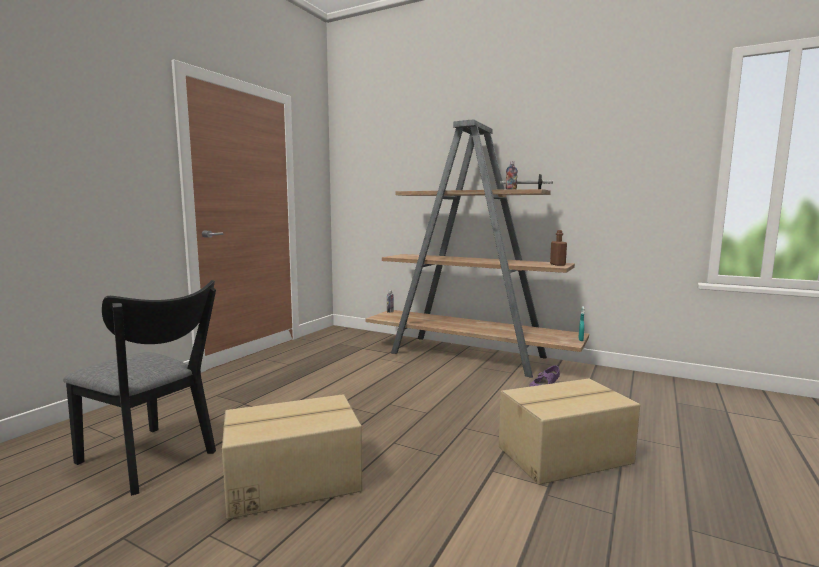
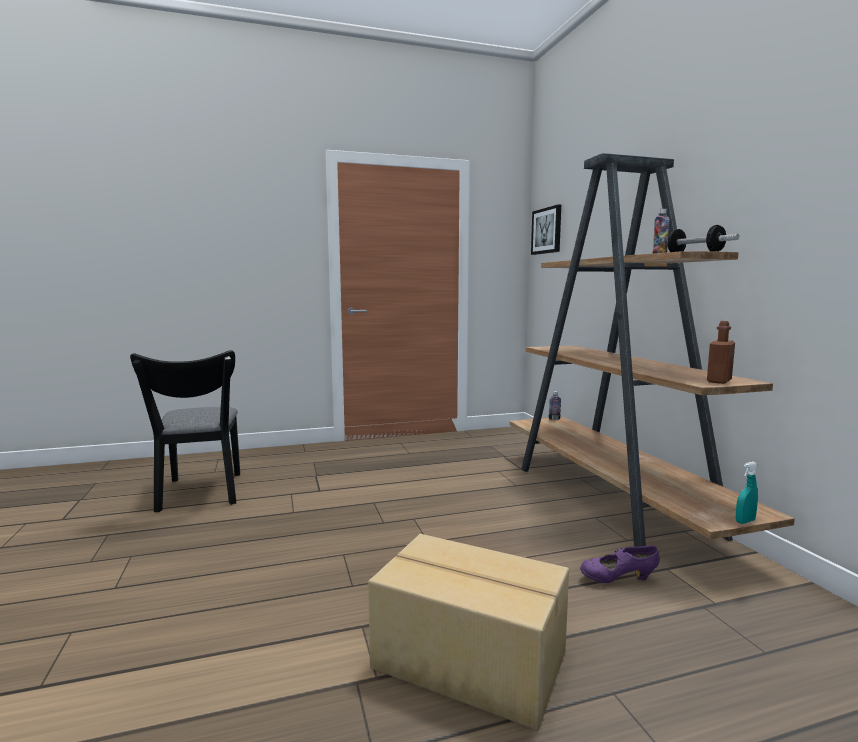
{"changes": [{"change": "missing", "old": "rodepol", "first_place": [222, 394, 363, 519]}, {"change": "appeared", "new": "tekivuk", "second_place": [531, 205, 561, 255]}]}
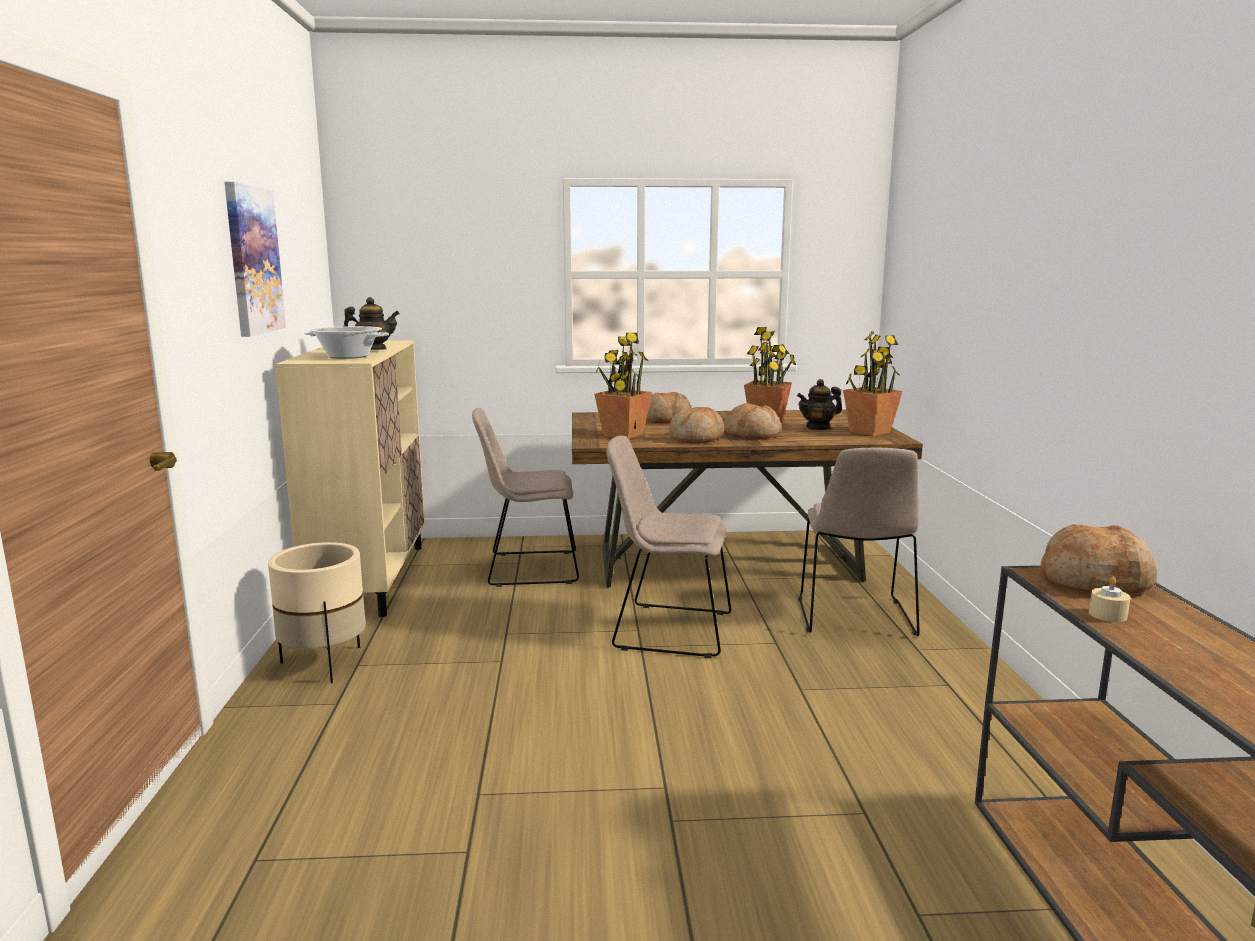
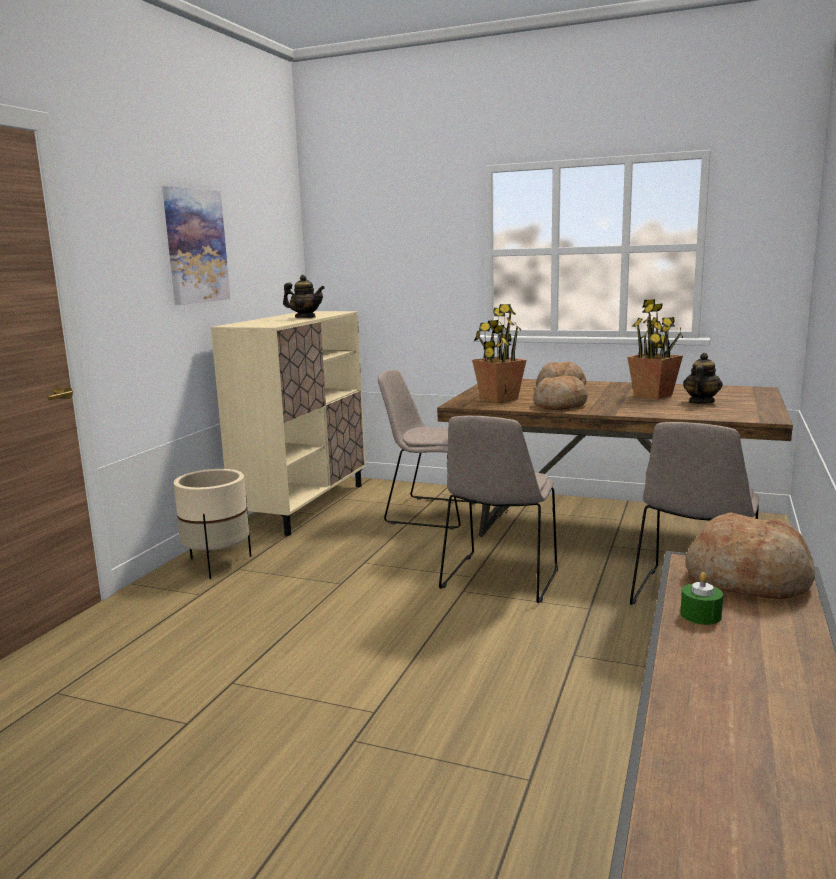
{"changes": [{"change": "missing", "old": "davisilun", "first_place": [304, 326, 389, 359]}, {"change": "missing", "old": "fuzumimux", "first_place": [843, 331, 903, 436]}, {"change": "spun", "old": "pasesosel", "first_place": [797, 379, 842, 430], "second_place": [683, 353, 723, 404], "degrees": 120}, {"change": "missing", "old": "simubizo", "first_place": [724, 403, 782, 439]}, {"change": "spun", "old": "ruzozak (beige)", "first_place": [606, 436, 731, 658], "second_place": [439, 416, 558, 603], "degrees": -105}, {"change": "colour", "old": "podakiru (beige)", "new": "podakiru (green)", "first_place": [1089, 577, 1131, 622], "second_place": [680, 572, 723, 625]}]}
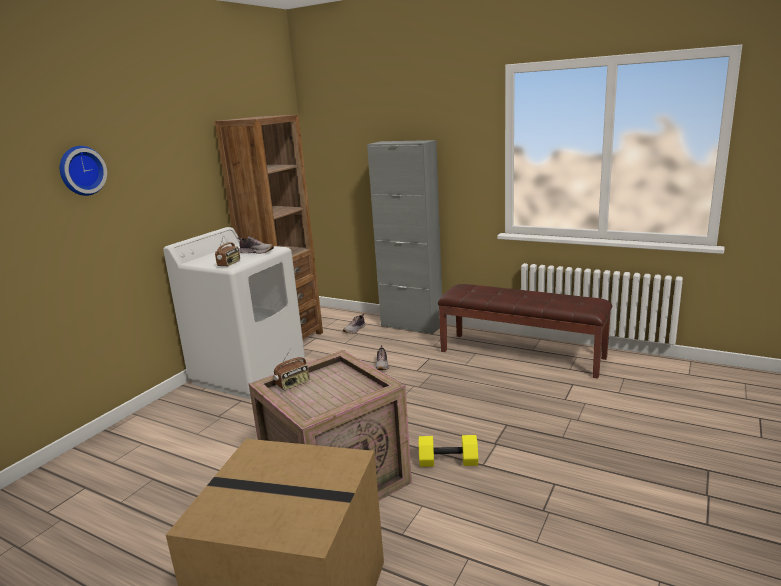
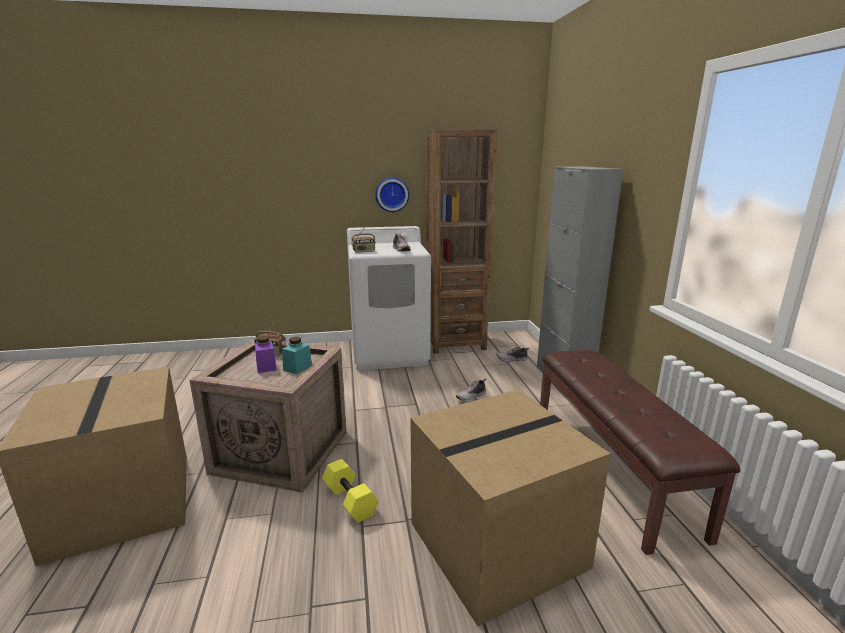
{"changes": [{"change": "relocated", "old": "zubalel", "first_place": [60, 146, 107, 196], "second_place": [375, 177, 409, 212]}, {"change": "appeared", "new": "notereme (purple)", "second_place": [255, 336, 277, 373]}, {"change": "appeared", "new": "notereme (turquoise)", "second_place": [282, 337, 312, 374]}, {"change": "appeared", "new": "rodepol", "second_place": [411, 390, 611, 626]}]}
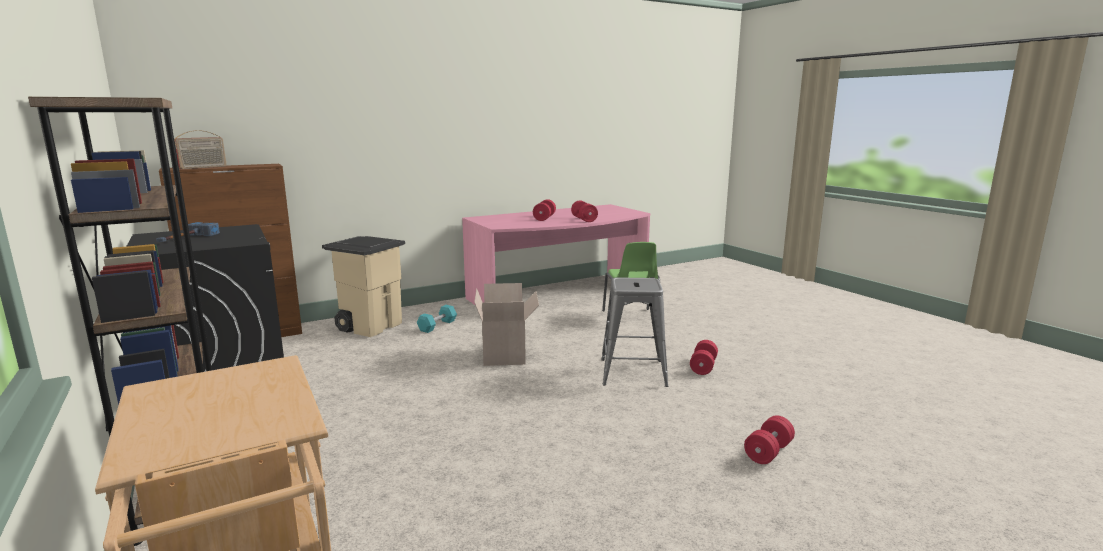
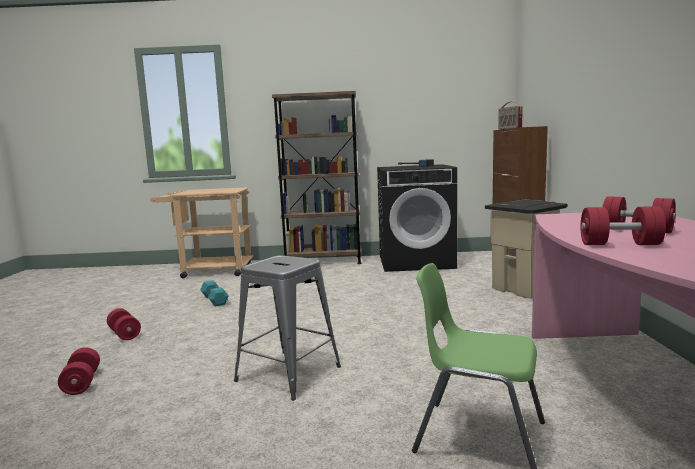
{"changes": [{"change": "missing", "old": "rodepol", "first_place": [474, 283, 539, 366]}, {"change": "relocated", "old": "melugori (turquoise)", "first_place": [417, 305, 457, 333], "second_place": [200, 280, 229, 307]}, {"change": "relocated", "old": "melugori (red)", "first_place": [690, 340, 718, 375], "second_place": [107, 308, 141, 340]}]}
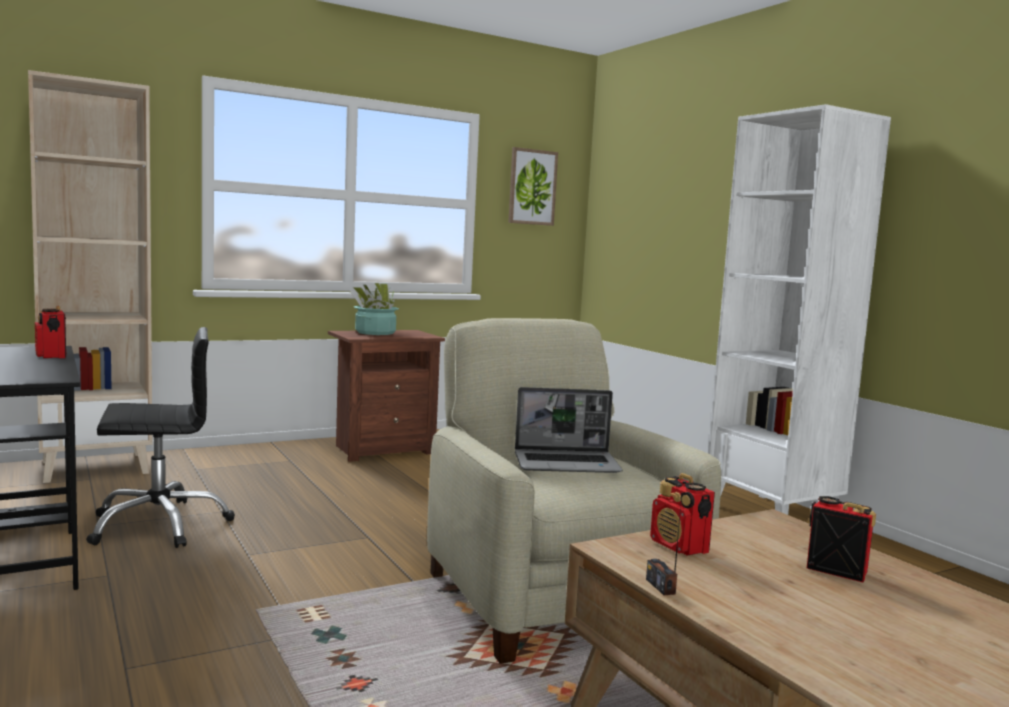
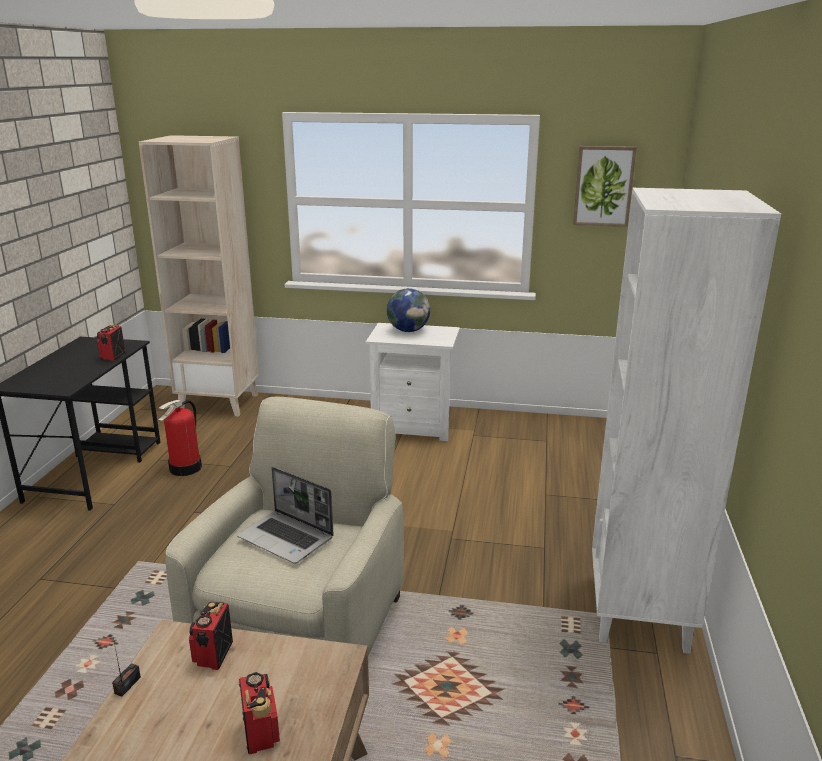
{"changes": [{"change": "exchanged", "old": "fuzumimux", "new": "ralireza", "first_place": [349, 283, 399, 335], "second_place": [387, 288, 430, 332]}, {"change": "exchanged", "old": "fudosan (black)", "new": "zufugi", "first_place": [86, 327, 235, 548], "second_place": [159, 400, 202, 476]}, {"change": "colour", "old": "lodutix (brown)", "new": "lodutix (white)", "first_place": [328, 330, 445, 462], "second_place": [366, 323, 460, 441]}]}
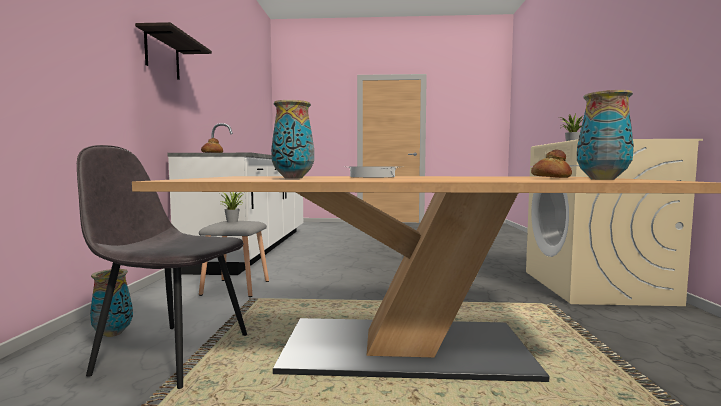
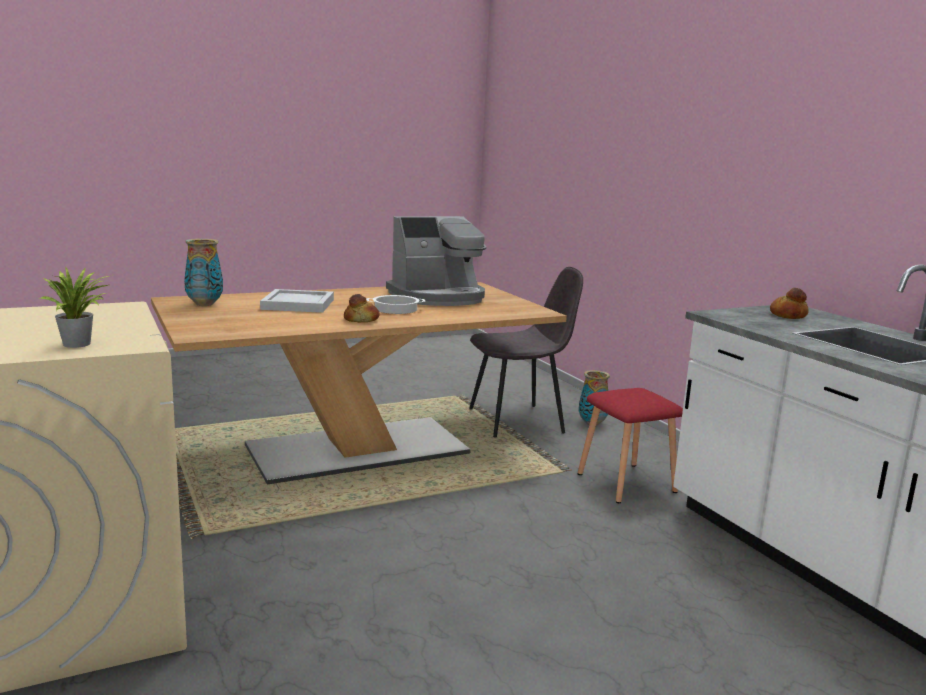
{"changes": [{"change": "missing", "old": "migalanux", "first_place": [135, 22, 212, 80]}, {"change": "exchanged", "old": "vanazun", "new": "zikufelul", "first_place": [271, 100, 314, 178], "second_place": [386, 216, 487, 306]}, {"change": "relocated", "old": "simubizo", "first_place": [531, 150, 572, 178], "second_place": [344, 294, 380, 322]}, {"change": "missing", "old": "fuzumimux", "first_place": [218, 192, 244, 222]}, {"change": "colour", "old": "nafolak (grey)", "new": "nafolak (red)", "first_place": [199, 221, 269, 297], "second_place": [578, 388, 683, 503]}, {"change": "appeared", "new": "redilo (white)", "second_place": [260, 289, 334, 313]}]}
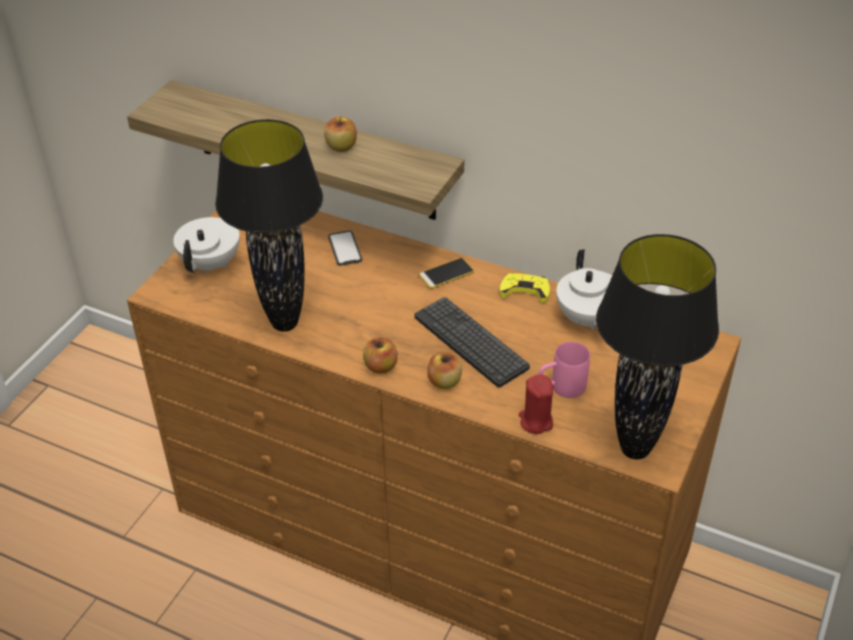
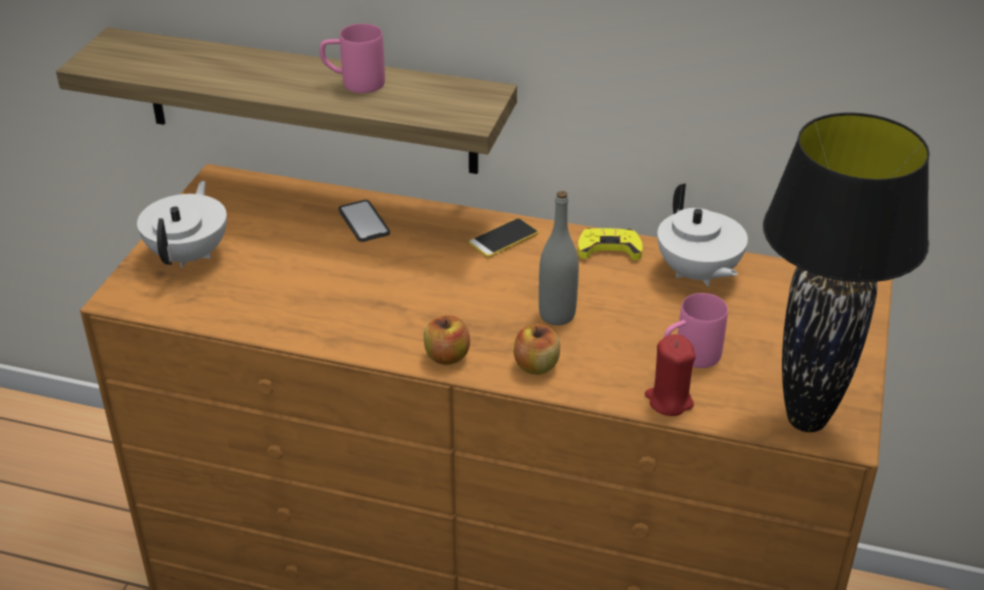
{"changes": [{"change": "exchanged", "old": "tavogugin", "new": "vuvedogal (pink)", "first_place": [324, 117, 357, 152], "second_place": [320, 24, 385, 93]}, {"change": "missing", "old": "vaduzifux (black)", "first_place": [215, 119, 323, 332]}, {"change": "exchanged", "old": "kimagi", "new": "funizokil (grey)", "first_place": [415, 297, 530, 388], "second_place": [539, 191, 579, 325]}]}
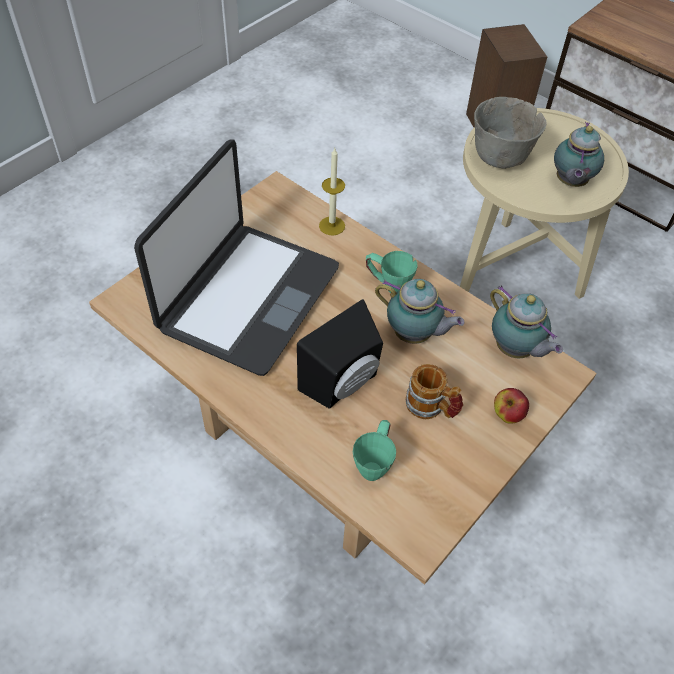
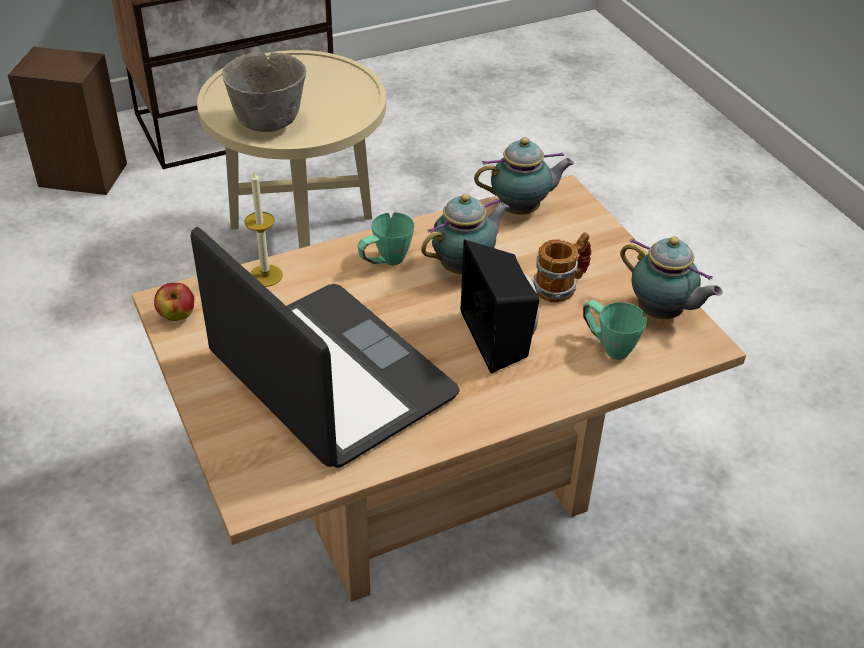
{"changes": [{"change": "relocated", "old": "pasesosel", "first_place": [554, 122, 604, 187], "second_place": [620, 237, 723, 319]}, {"change": "relocated", "old": "tavogugin", "first_place": [494, 388, 529, 424], "second_place": [154, 283, 194, 321]}]}
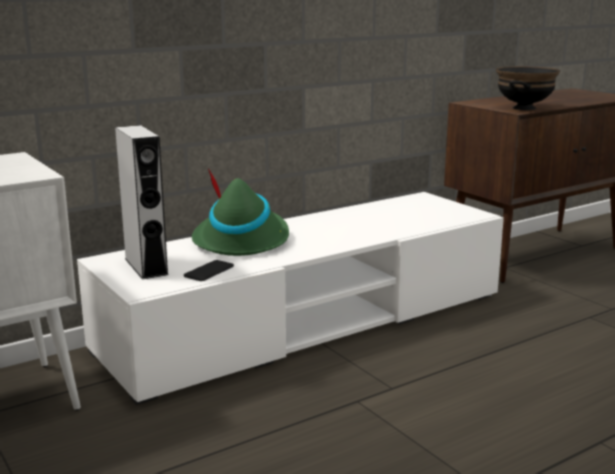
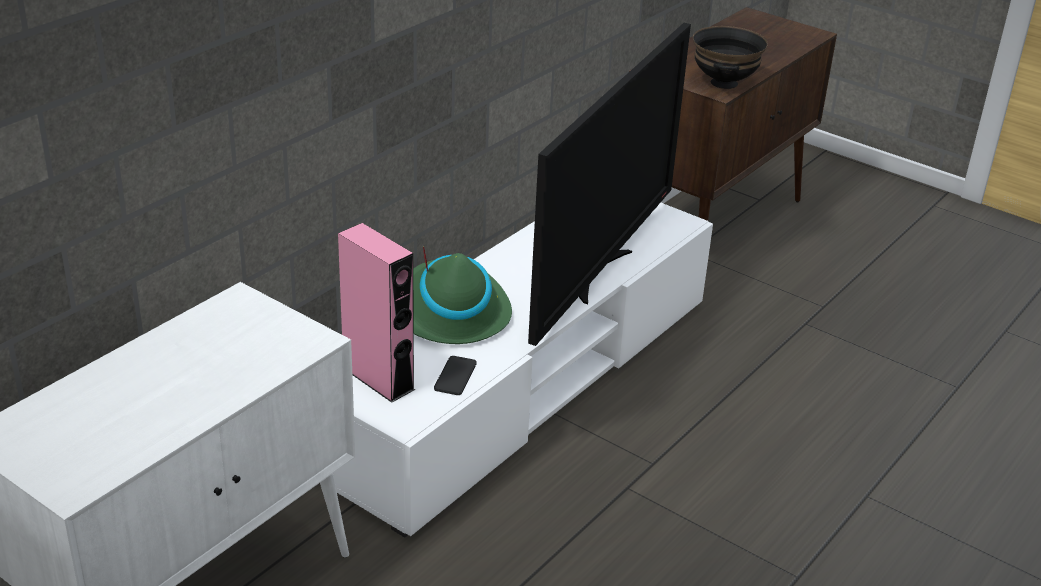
{"changes": [{"change": "colour", "old": "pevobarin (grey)", "new": "pevobarin (pink)", "first_place": [115, 125, 169, 280], "second_place": [338, 223, 415, 403]}, {"change": "appeared", "new": "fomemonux", "second_place": [528, 23, 691, 346]}]}
